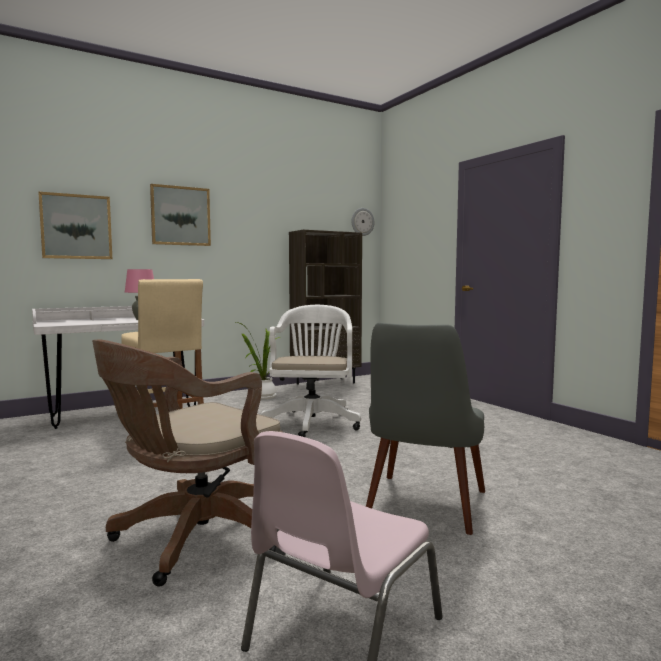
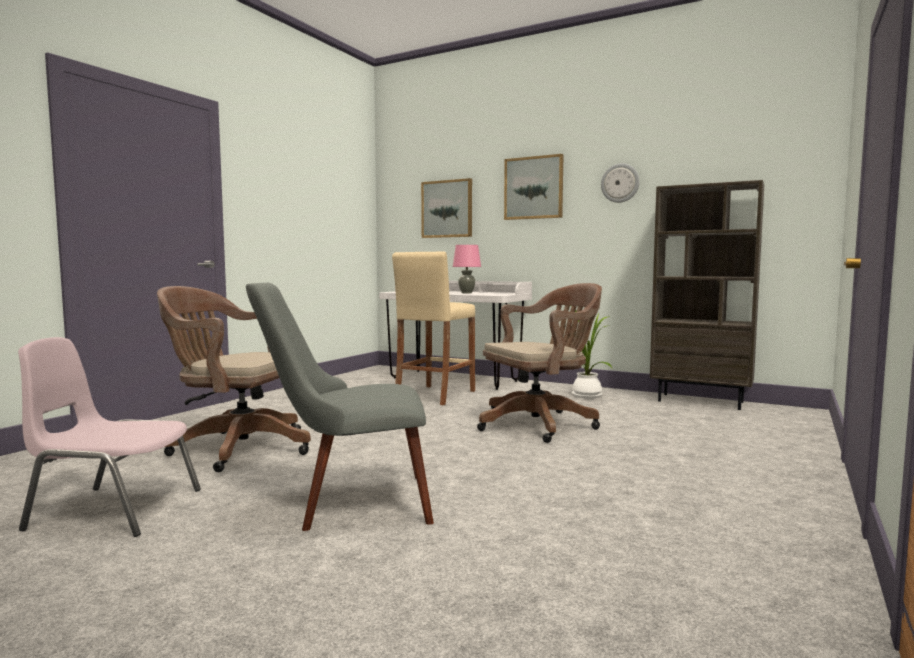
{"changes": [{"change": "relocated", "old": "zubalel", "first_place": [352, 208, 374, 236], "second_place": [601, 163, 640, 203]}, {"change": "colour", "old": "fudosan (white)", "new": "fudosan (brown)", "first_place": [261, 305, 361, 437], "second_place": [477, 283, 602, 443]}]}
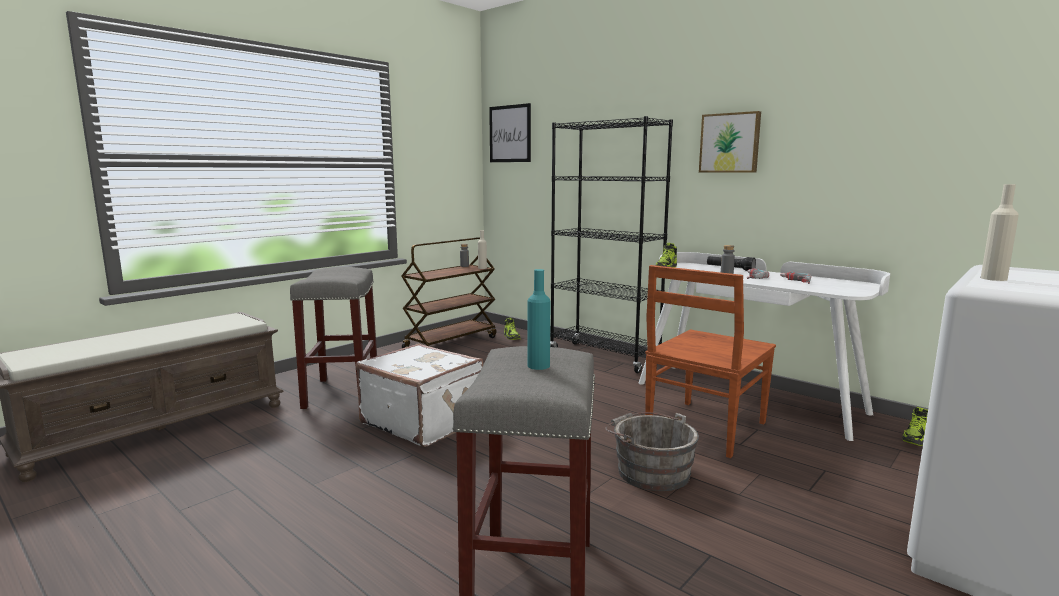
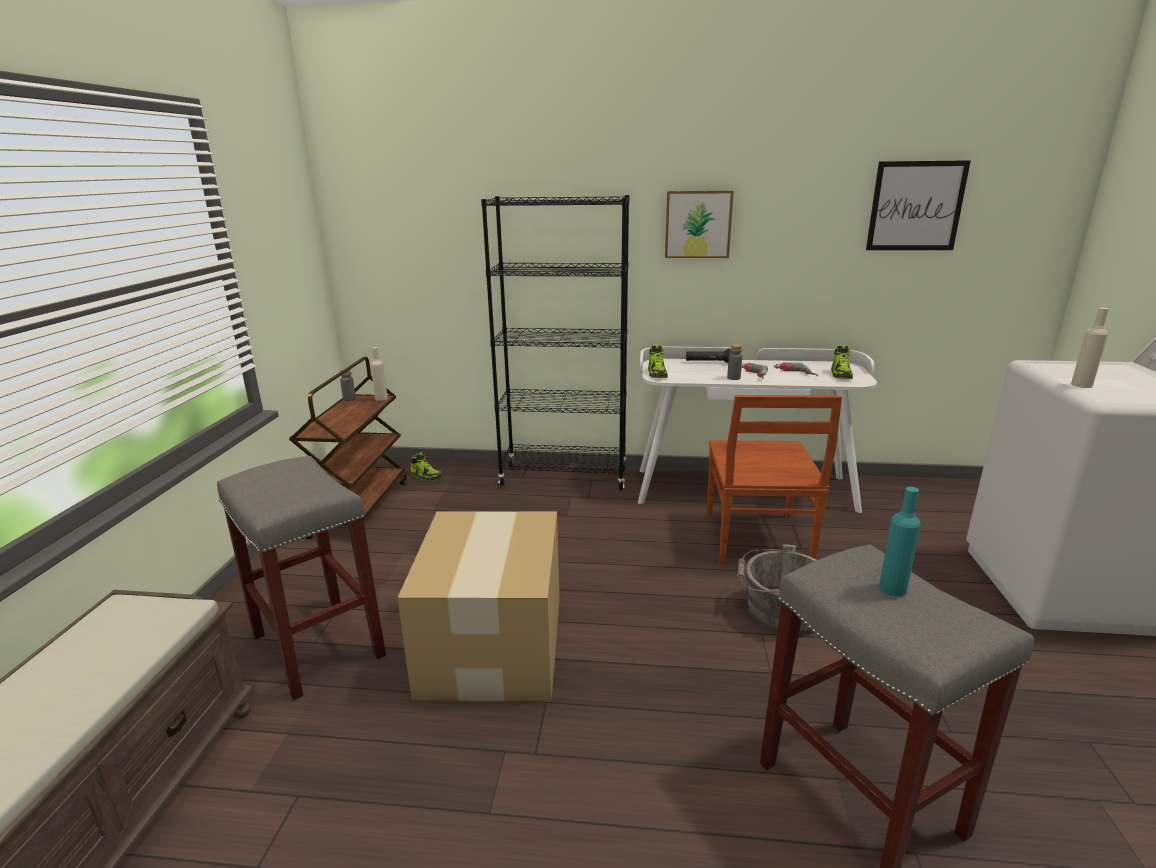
{"changes": [{"change": "relocated", "old": "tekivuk", "first_place": [489, 103, 531, 162], "second_place": [866, 160, 971, 250]}, {"change": "exchanged", "old": "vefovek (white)", "new": "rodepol", "first_place": [356, 343, 483, 447], "second_place": [397, 512, 560, 701]}, {"change": "relocated", "old": "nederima", "first_place": [902, 407, 928, 446], "second_place": [831, 345, 853, 379]}]}
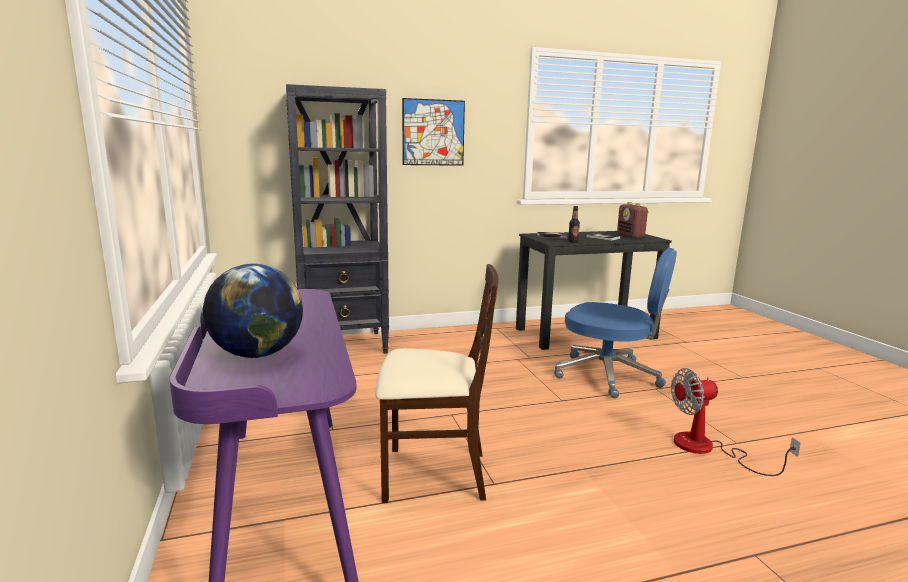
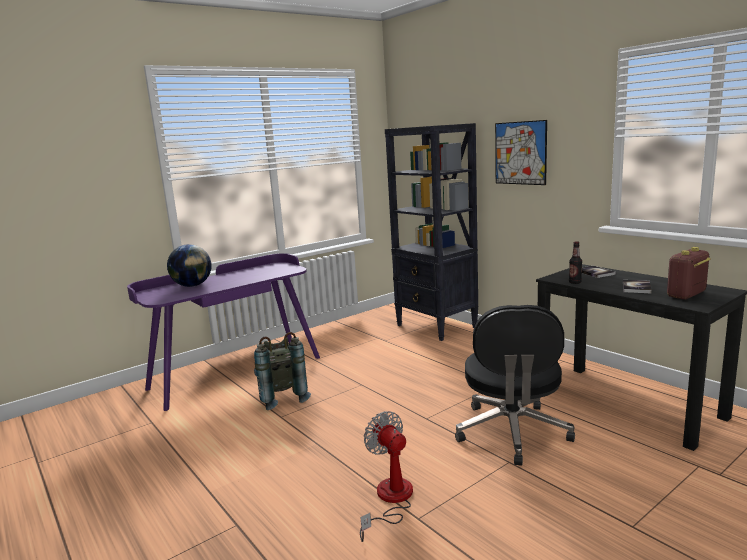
{"changes": [{"change": "colour", "old": "fudosan (blue)", "new": "fudosan (black)", "first_place": [554, 248, 677, 399], "second_place": [455, 305, 575, 466]}, {"change": "exchanged", "old": "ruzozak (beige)", "new": "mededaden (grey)", "first_place": [375, 264, 499, 503], "second_place": [254, 332, 311, 410]}]}
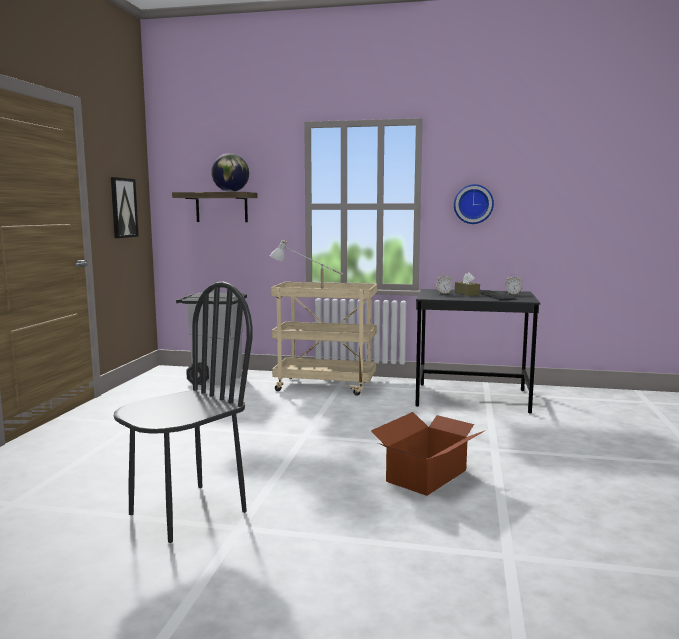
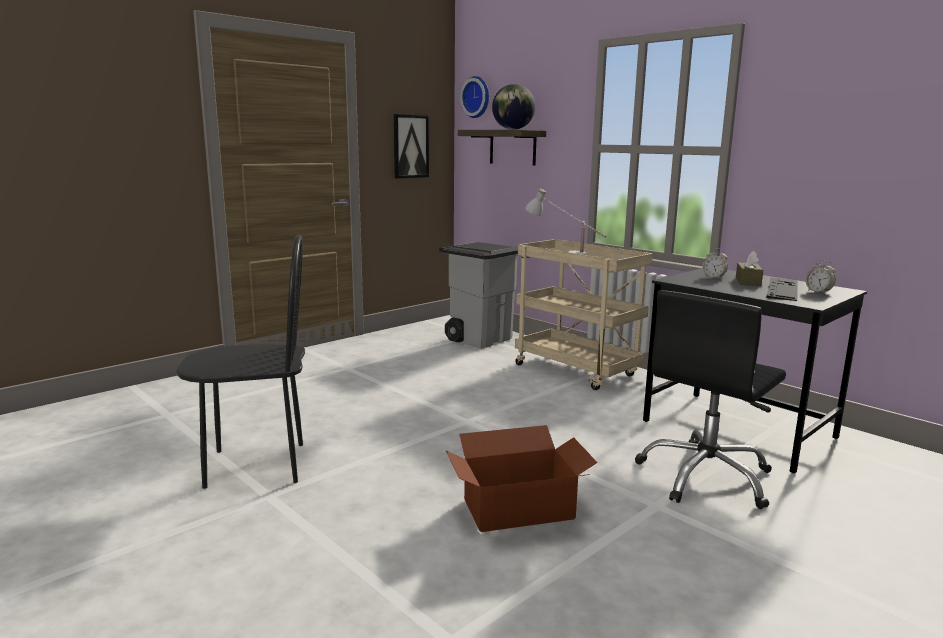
{"changes": [{"change": "relocated", "old": "zubalel", "first_place": [454, 184, 494, 224], "second_place": [460, 76, 489, 118]}, {"change": "appeared", "new": "fudosan (black)", "second_place": [635, 290, 786, 509]}]}
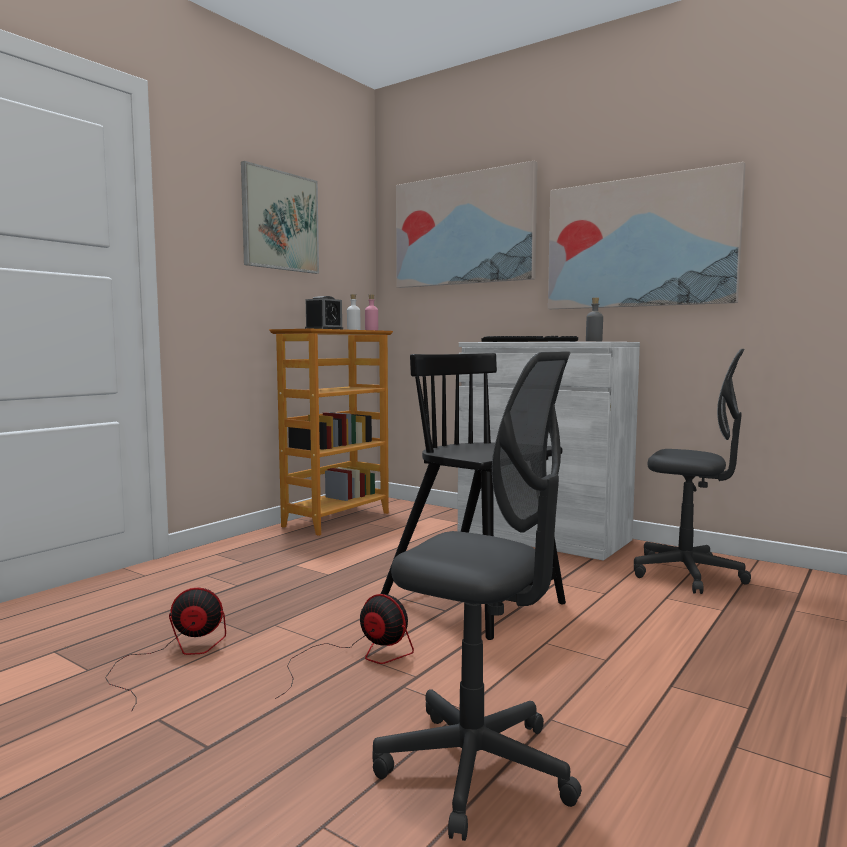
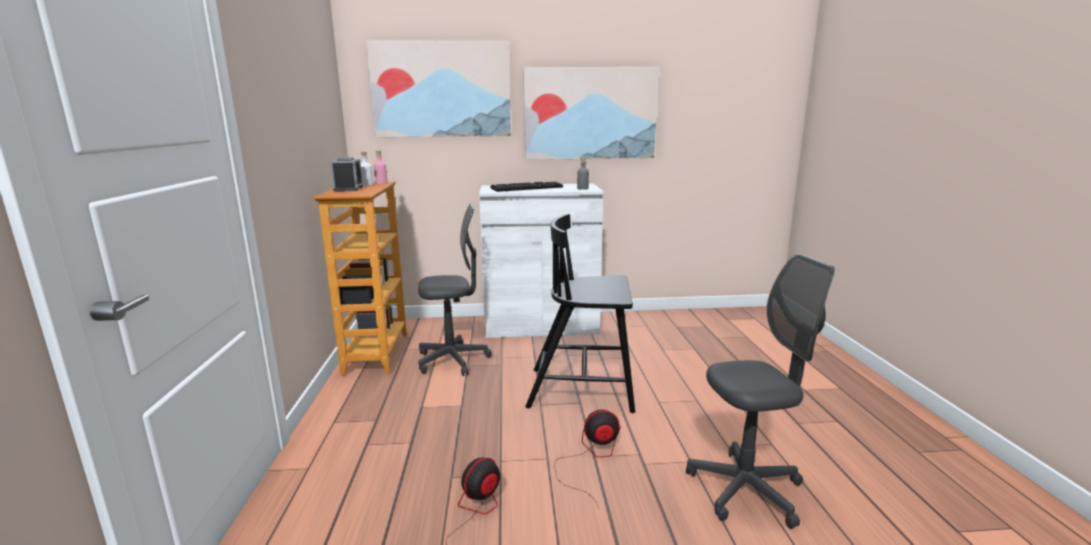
{"changes": [{"change": "missing", "old": "tekivuk", "first_place": [241, 161, 319, 274]}, {"change": "relocated", "old": "fudosan (grey)", "first_place": [634, 349, 751, 594], "second_place": [418, 204, 492, 376]}]}
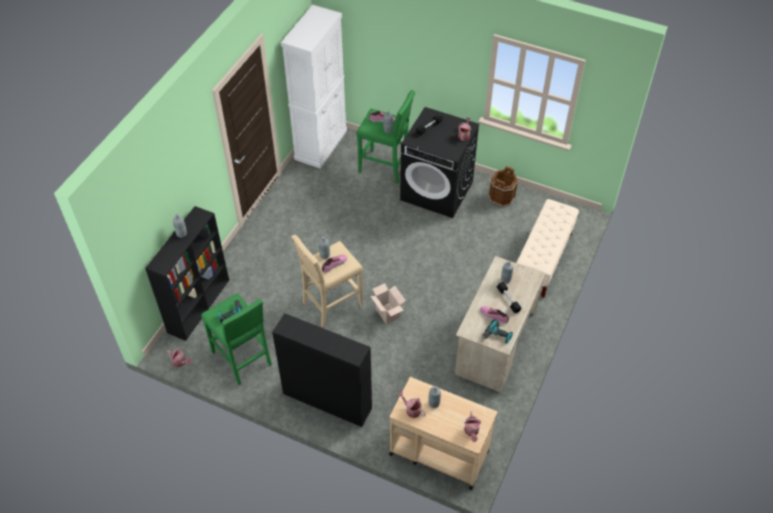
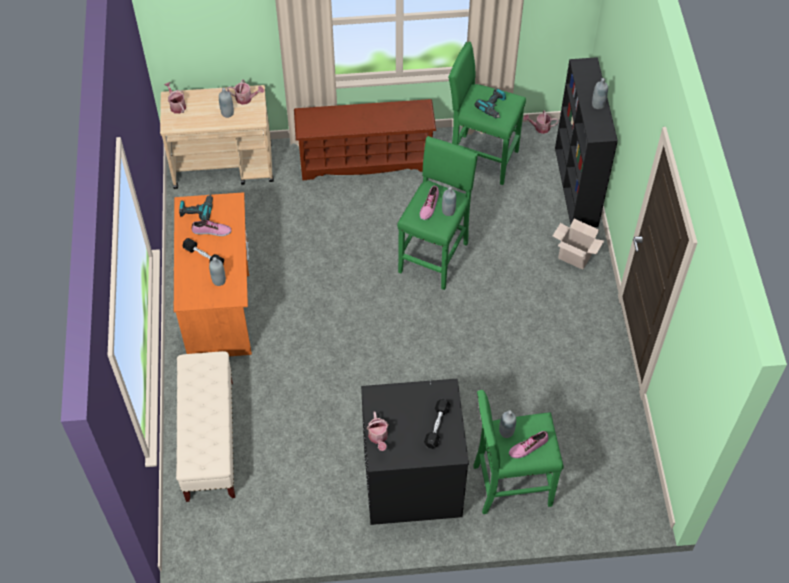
{"changes": [{"change": "missing", "old": "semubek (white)", "first_place": [281, 5, 347, 168]}, {"change": "missing", "old": "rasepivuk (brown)", "first_place": [488, 166, 518, 207]}, {"change": "colour", "old": "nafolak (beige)", "new": "nafolak (green)", "first_place": [291, 235, 363, 328], "second_place": [397, 136, 478, 290]}, {"change": "colour", "old": "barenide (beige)", "new": "barenide (orange)", "first_place": [455, 256, 546, 392], "second_place": [174, 192, 252, 356]}, {"change": "relocated", "old": "rodepol", "first_place": [371, 283, 406, 325], "second_place": [553, 219, 604, 270]}, {"change": "exchanged", "old": "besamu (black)", "new": "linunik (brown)", "first_place": [272, 313, 372, 427], "second_place": [294, 99, 436, 181]}]}
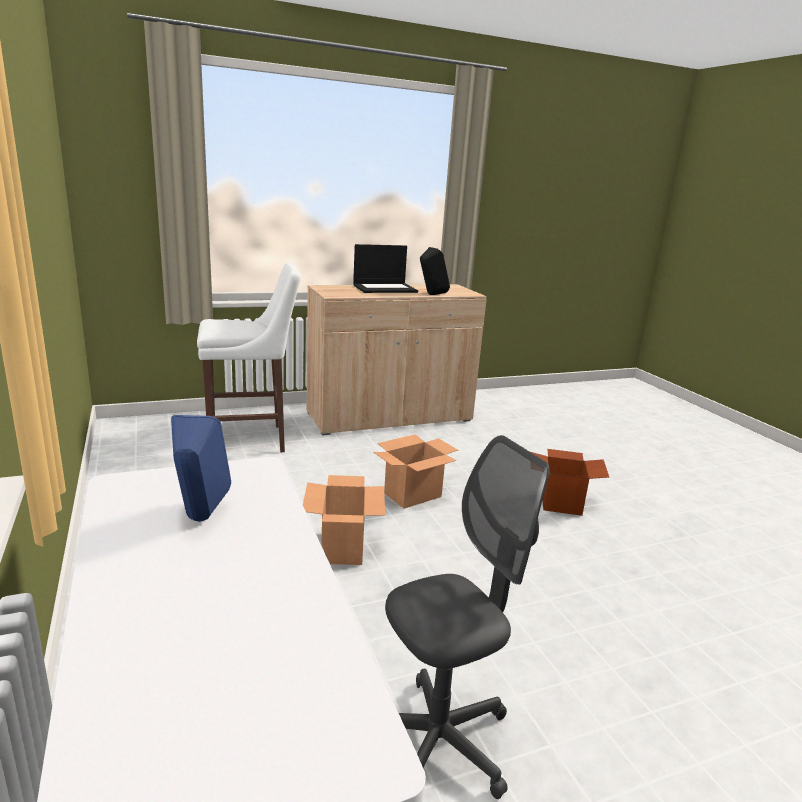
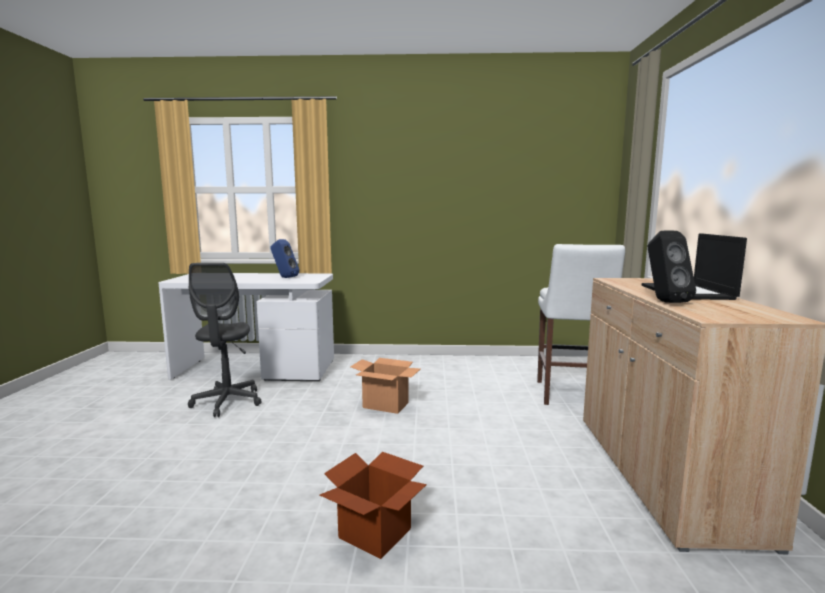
{"changes": [{"change": "missing", "old": "rodepol", "first_place": [373, 434, 458, 509]}]}
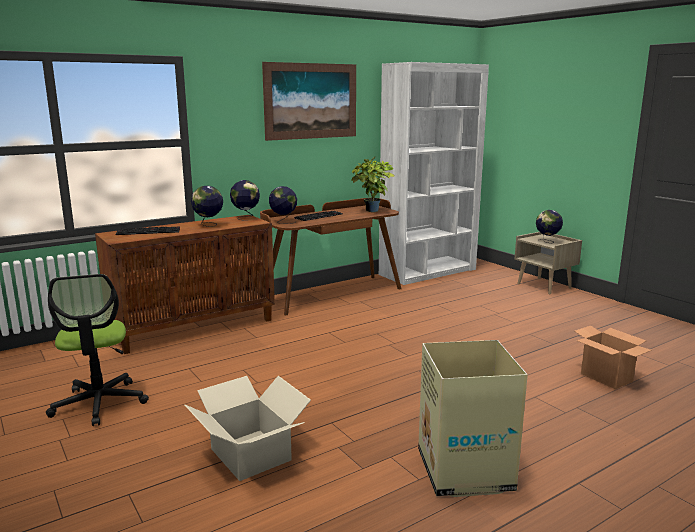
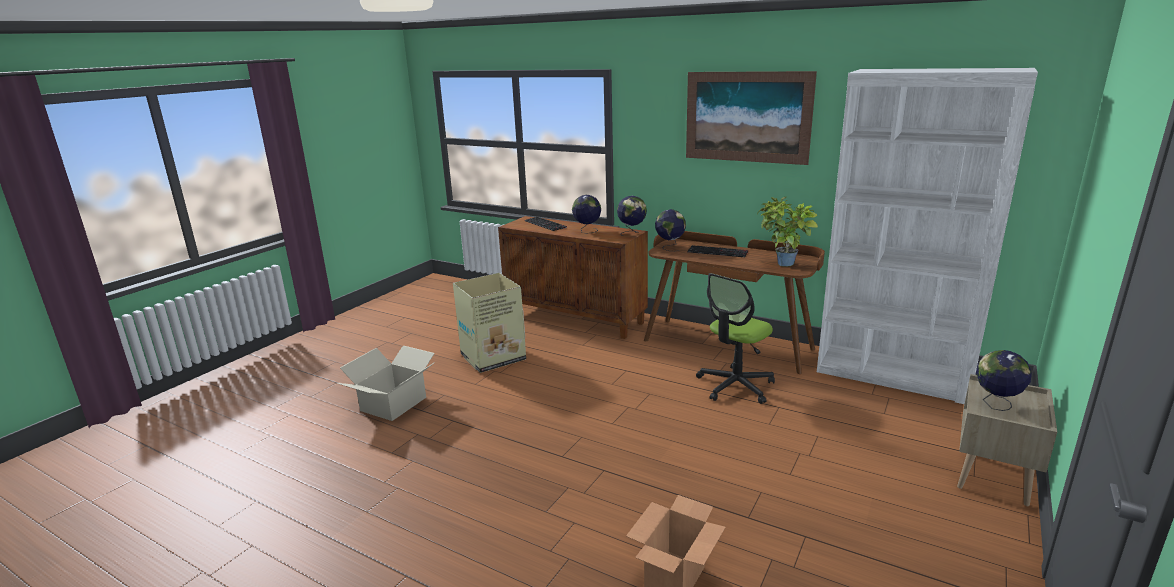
{"changes": [{"change": "relocated", "old": "fudosan", "first_place": [46, 274, 149, 426], "second_place": [696, 273, 775, 404]}, {"change": "relocated", "old": "rodepol", "first_place": [418, 340, 528, 497], "second_place": [453, 273, 526, 373]}]}
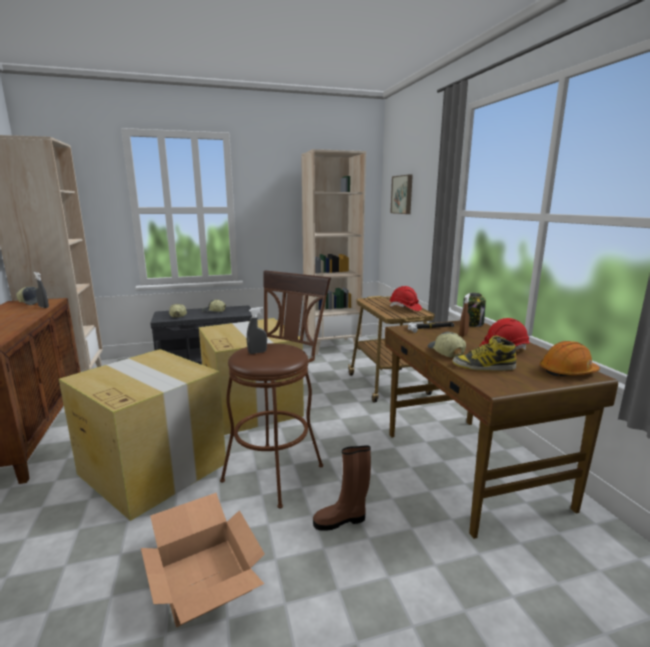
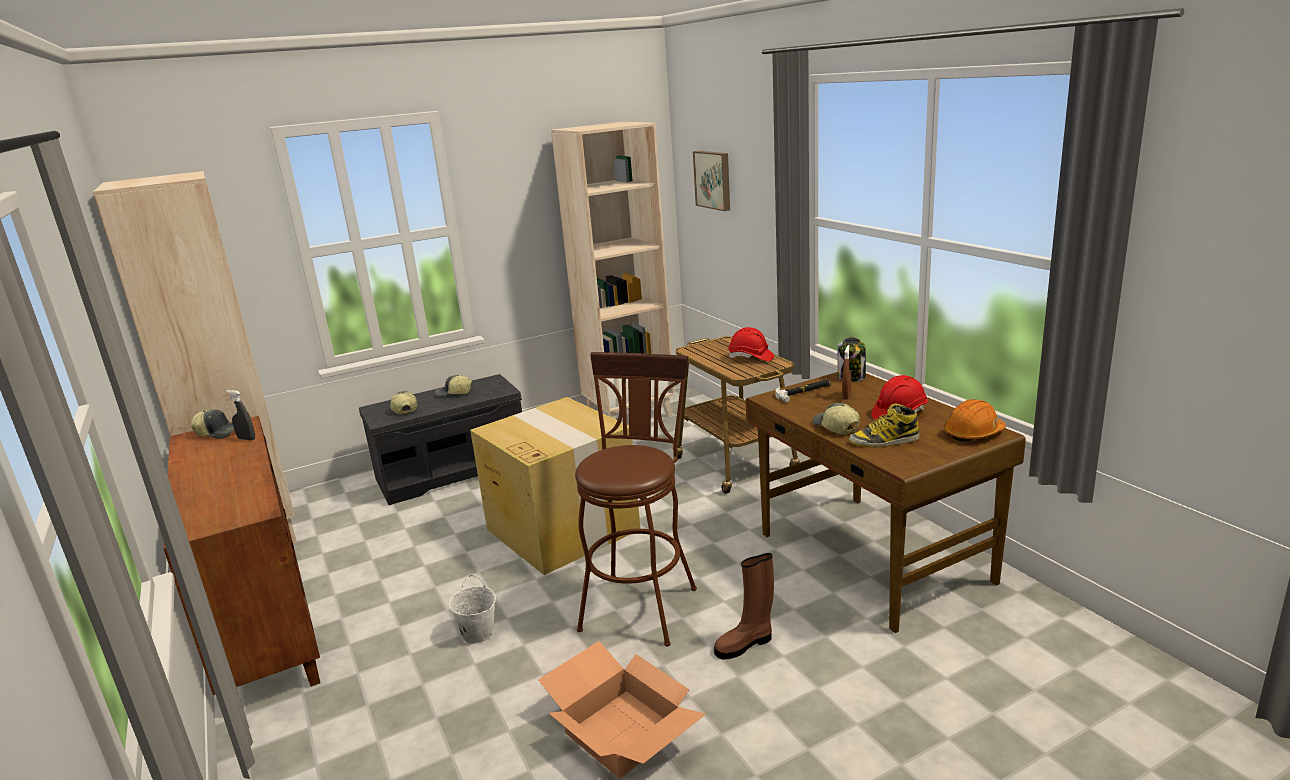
{"changes": [{"change": "missing", "old": "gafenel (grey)", "first_place": [247, 307, 267, 354]}, {"change": "exchanged", "old": "rodepol", "new": "rasepivuk (white)", "first_place": [59, 349, 226, 521], "second_place": [449, 575, 496, 644]}]}
